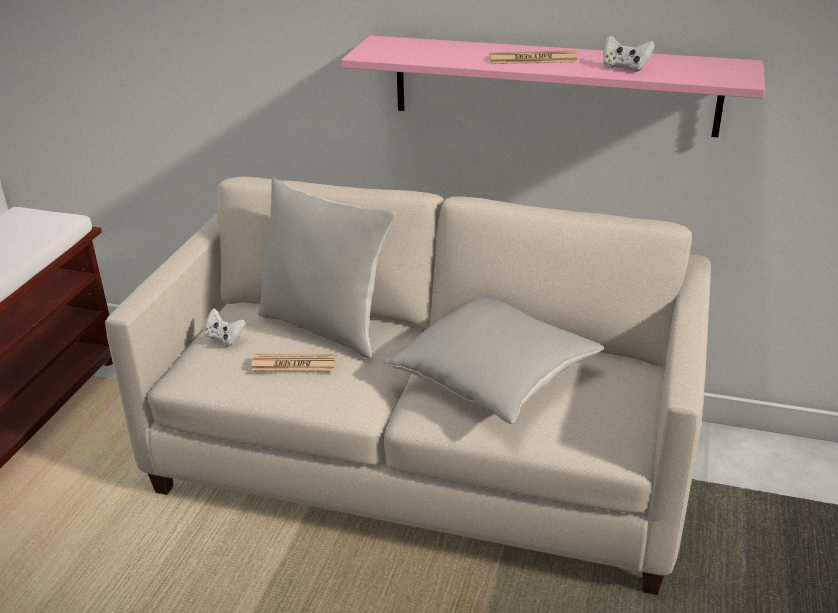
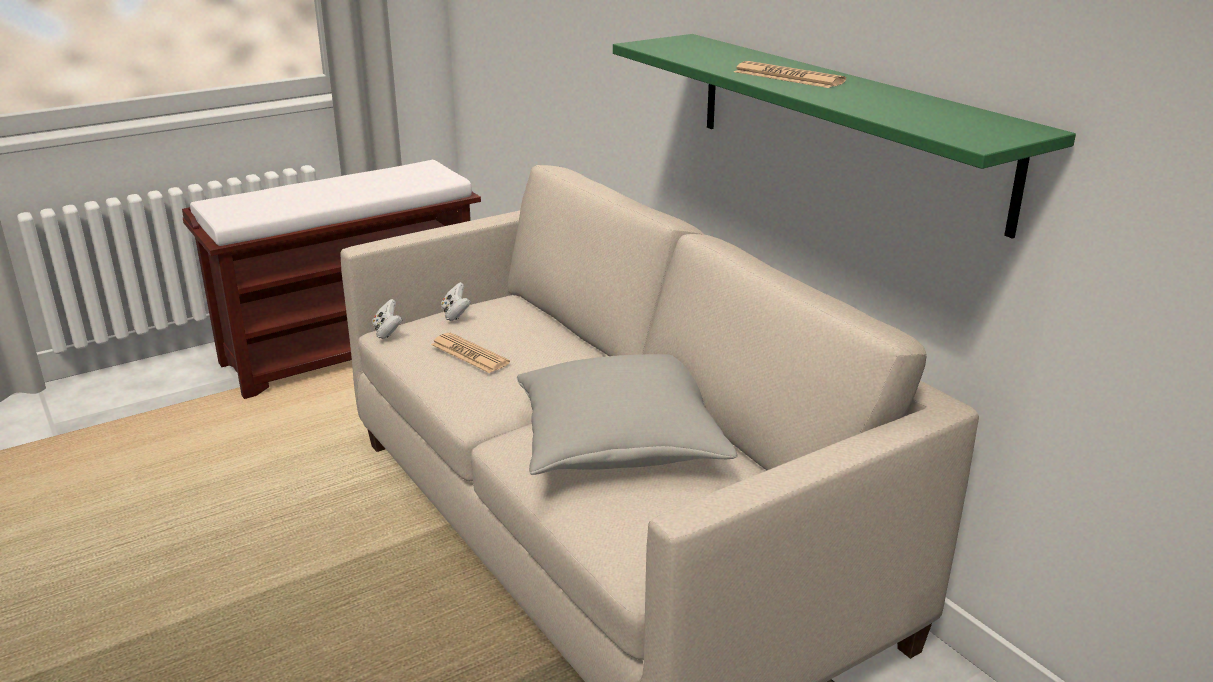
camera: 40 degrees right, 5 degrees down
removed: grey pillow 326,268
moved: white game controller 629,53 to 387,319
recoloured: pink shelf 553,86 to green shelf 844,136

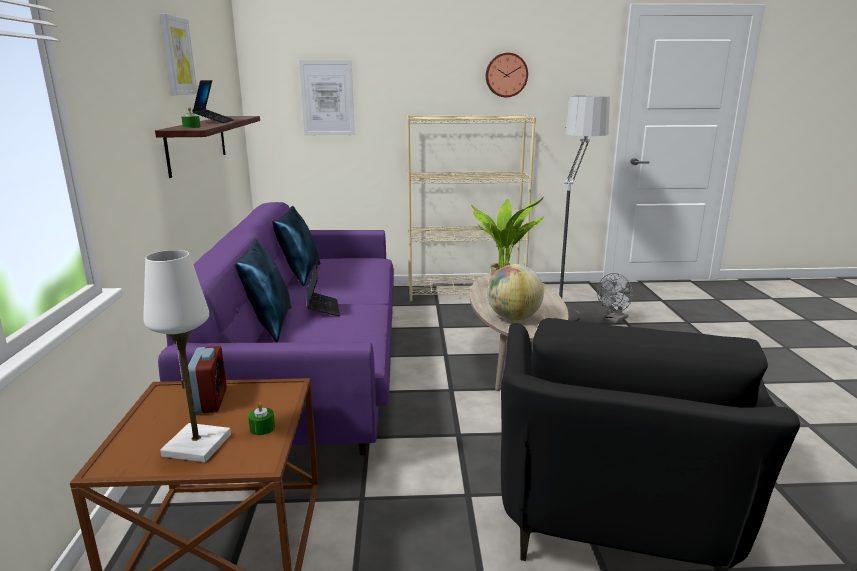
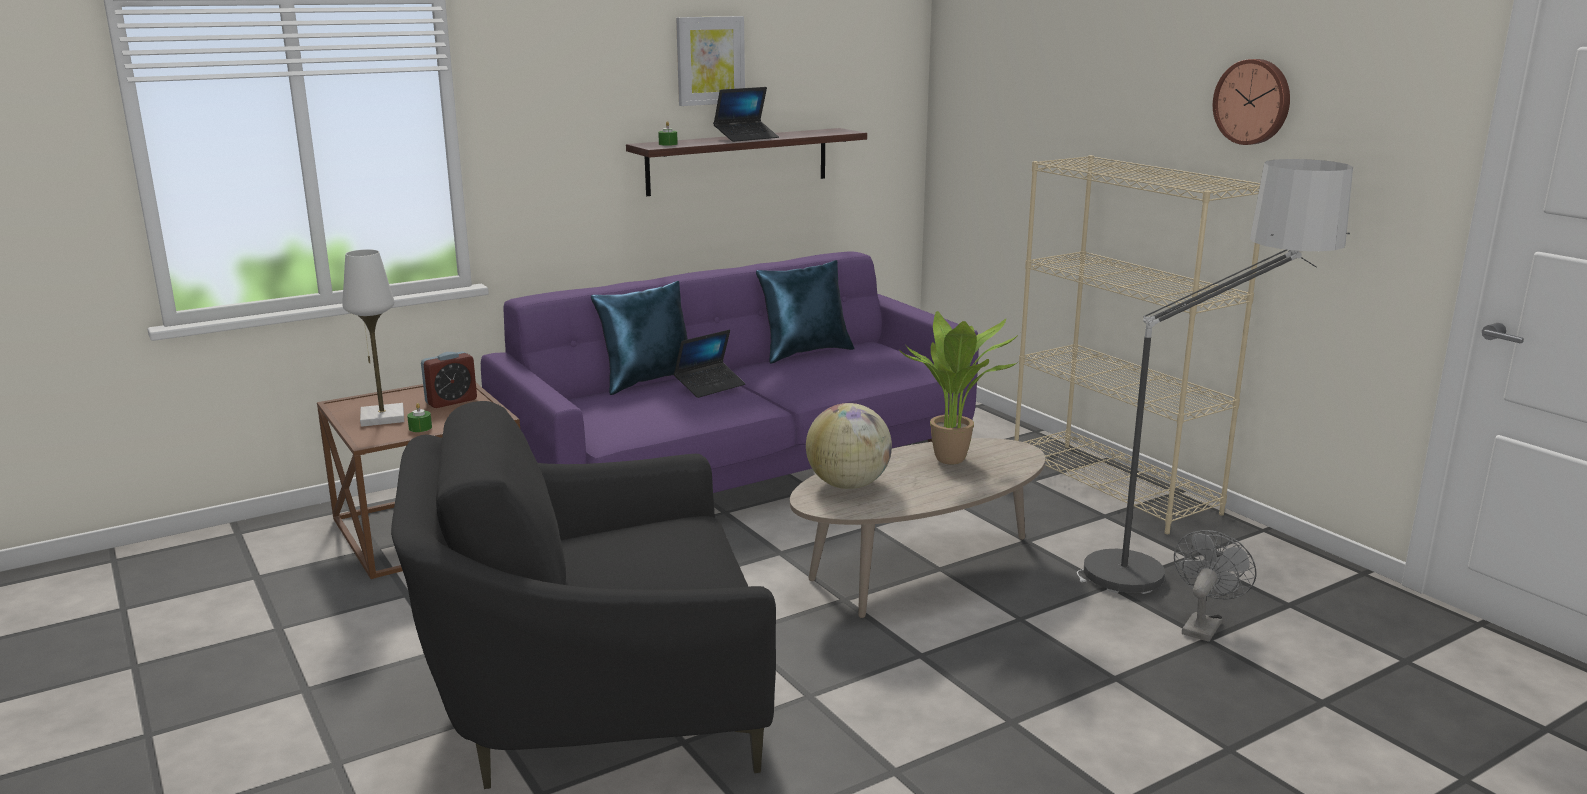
camera: 60 degrees right, 0 degrees up
removed: picture 327,97
turned: grey fan 615,298 = 1215,586 105 degrees clockwise

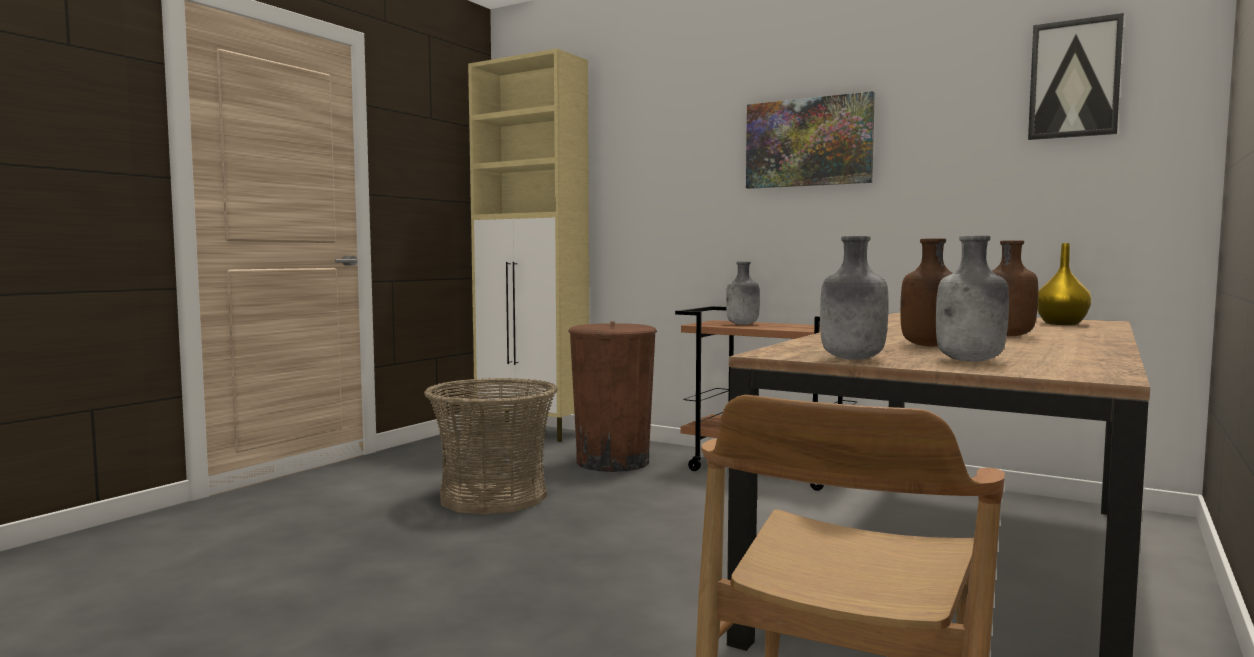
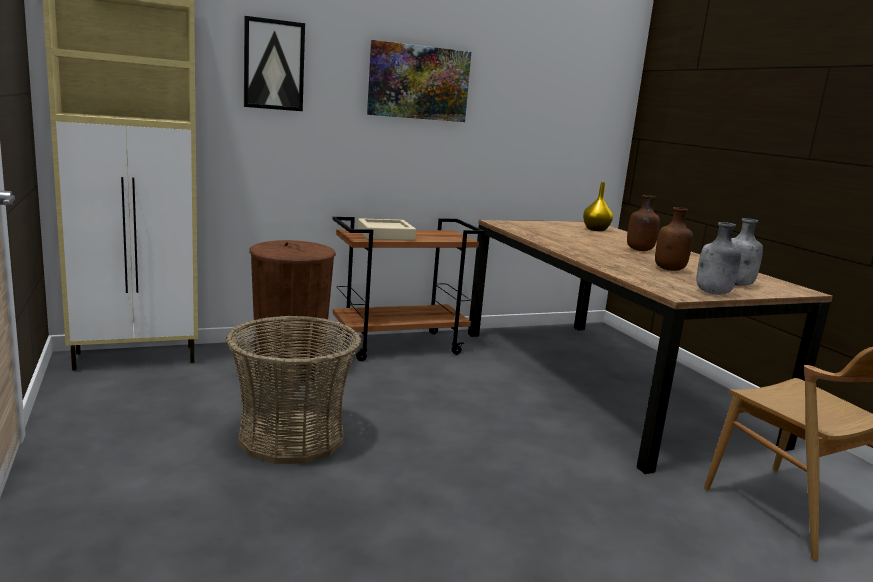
camera: 55 degrees left, 10 degrees up
moved: picture 1076,76 to 274,63
replaced: grey bottle 743,293 to beige tray 387,229

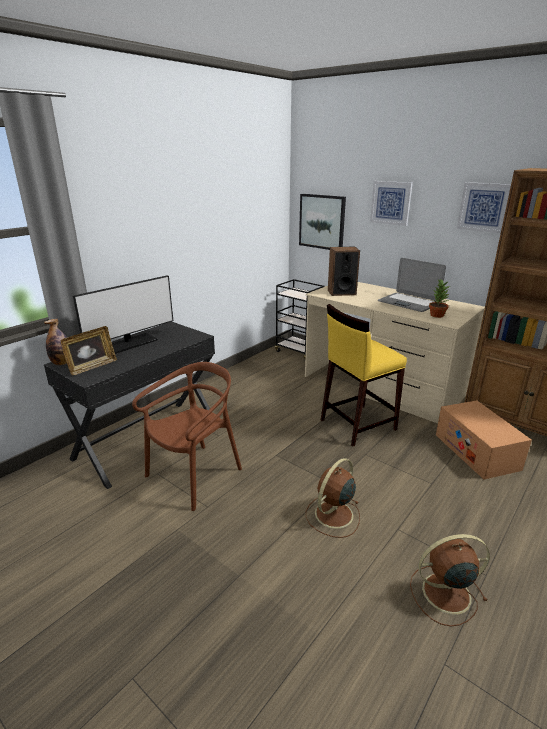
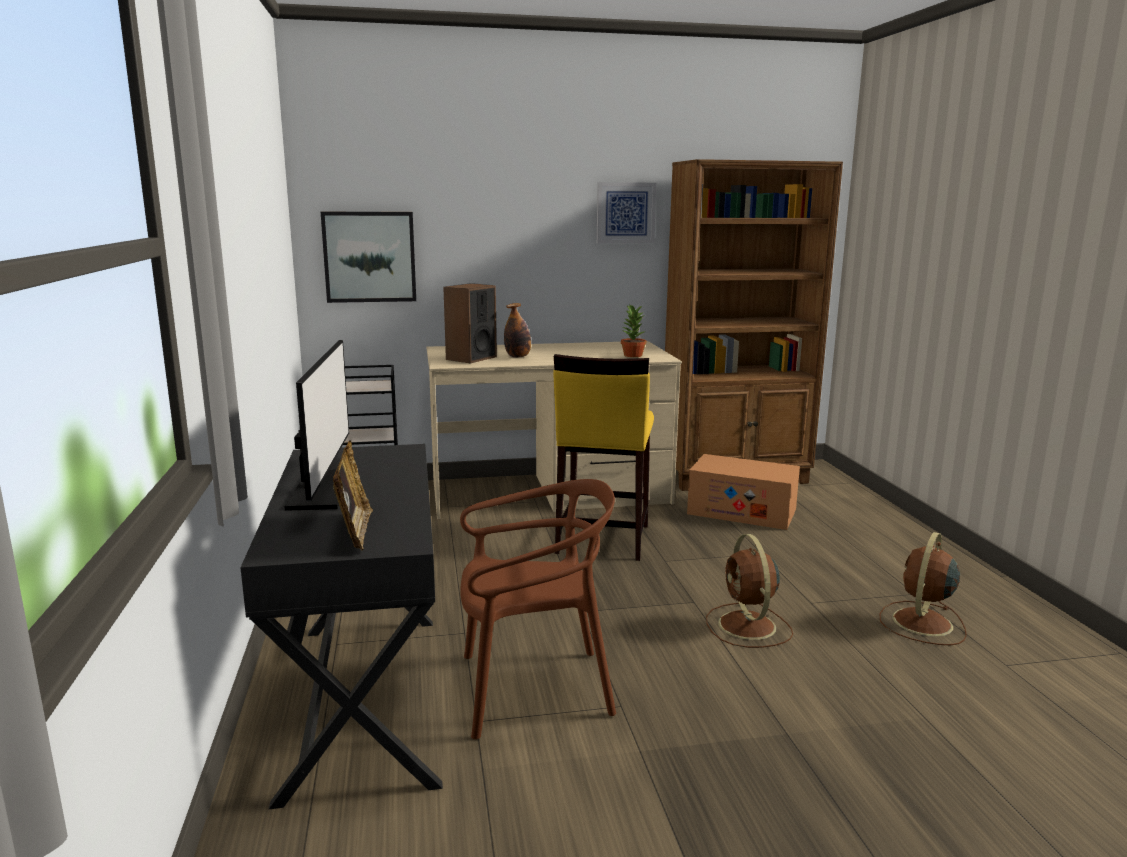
camera: 50 degrees left, 10 degrees down
removed: picture 391,203; laptop 412,285
moved: bottle 55,342 to 517,330
turned: brown chair 187,436 = 538,609 90 degrees clockwise

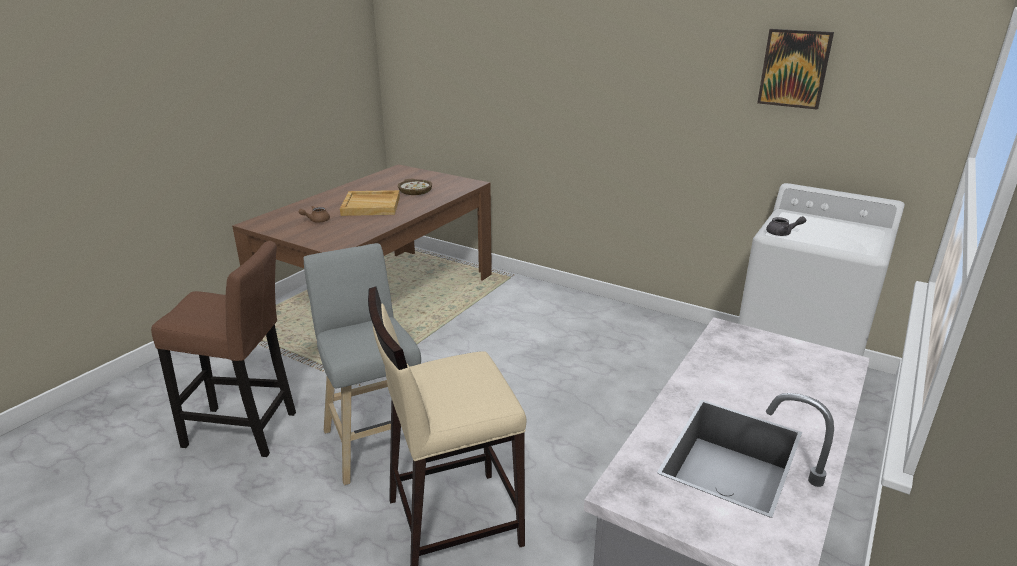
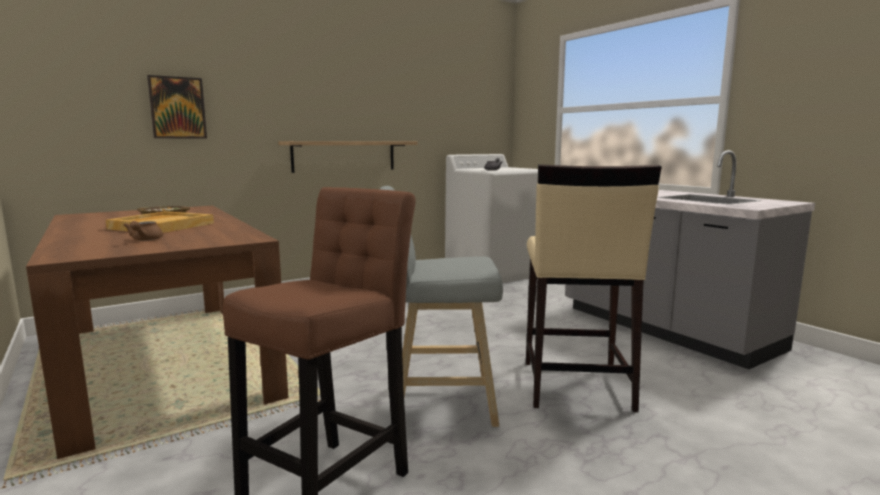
camera: 65 degrees left, 15 degrees down
added: shelf 348,157
moved: picture 795,69 to 177,107

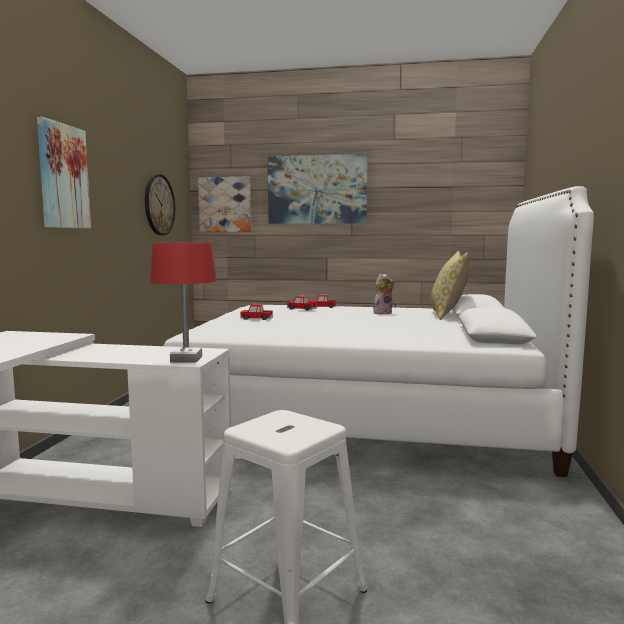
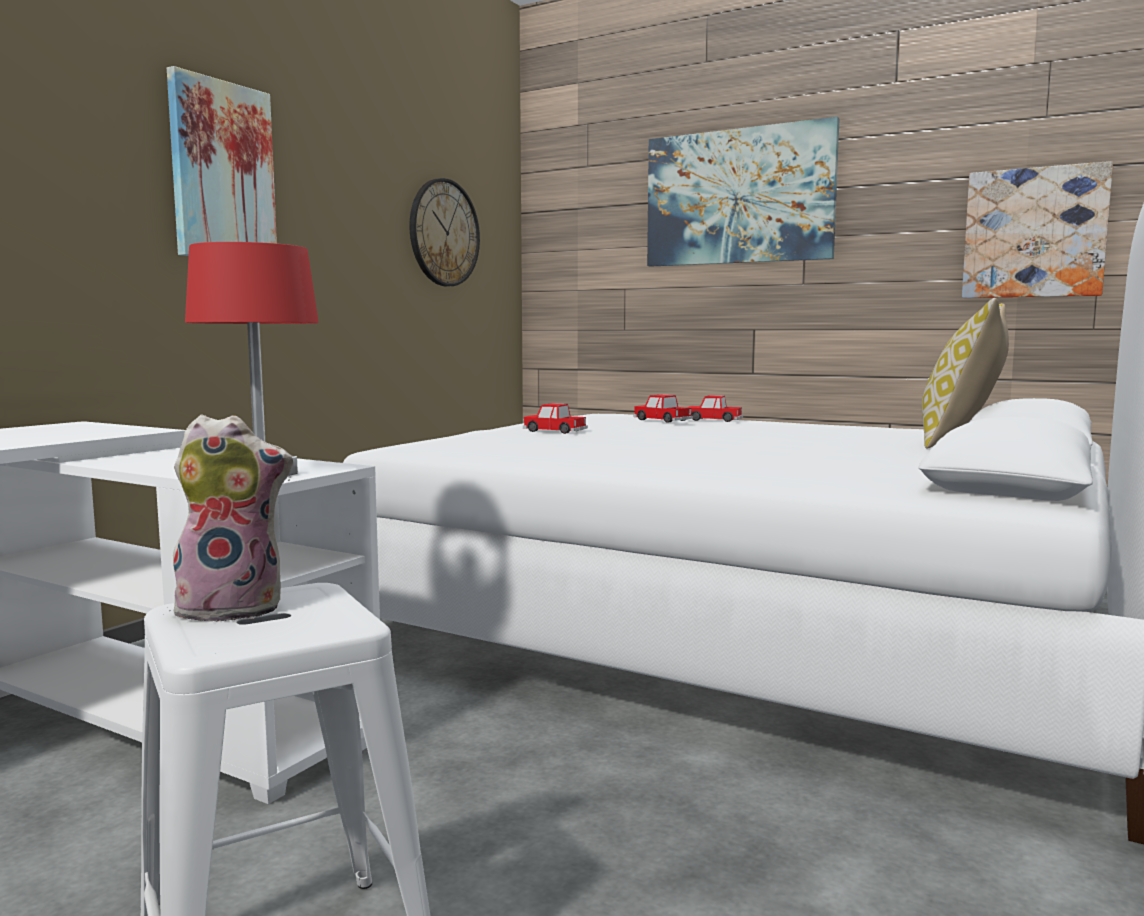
camera: 20 degrees right, 0 degrees up
moved: plush toy 383,294 to 231,519; picture 224,204 to 1037,229

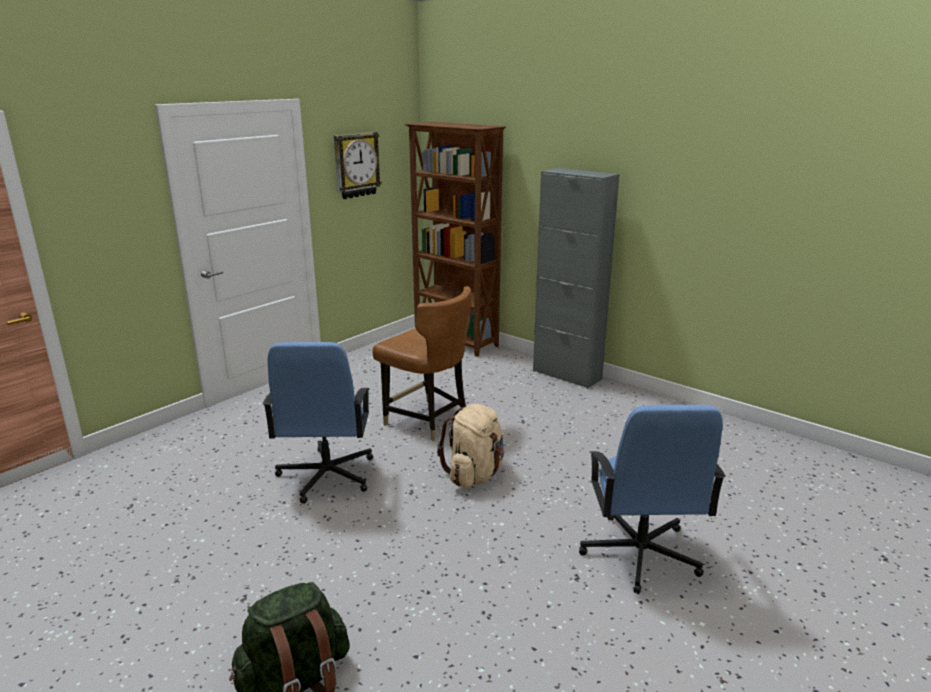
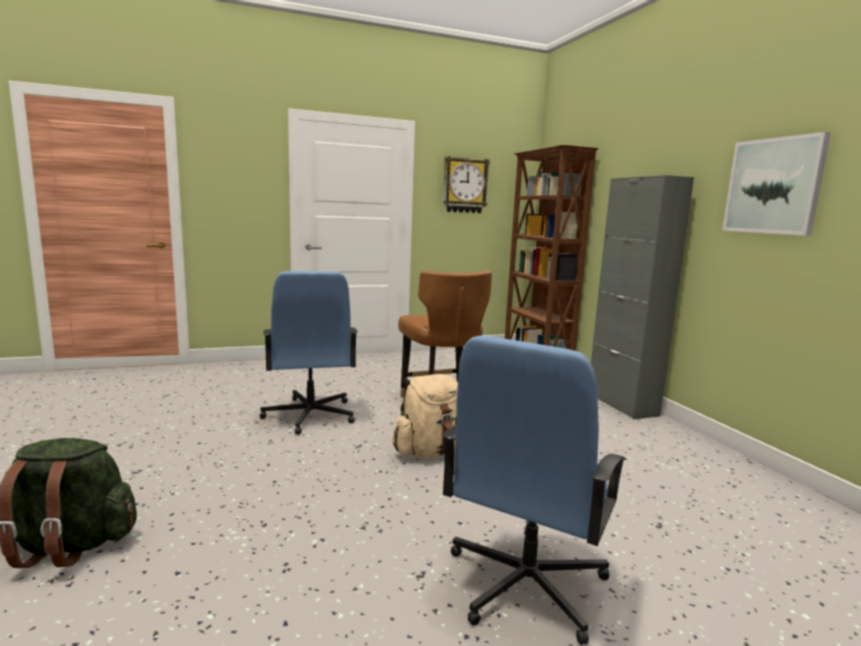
camera: 30 degrees right, 10 degrees down
added: picture 776,184
turned: blue office chair 317,423 = 309,353 45 degrees counterclockwise

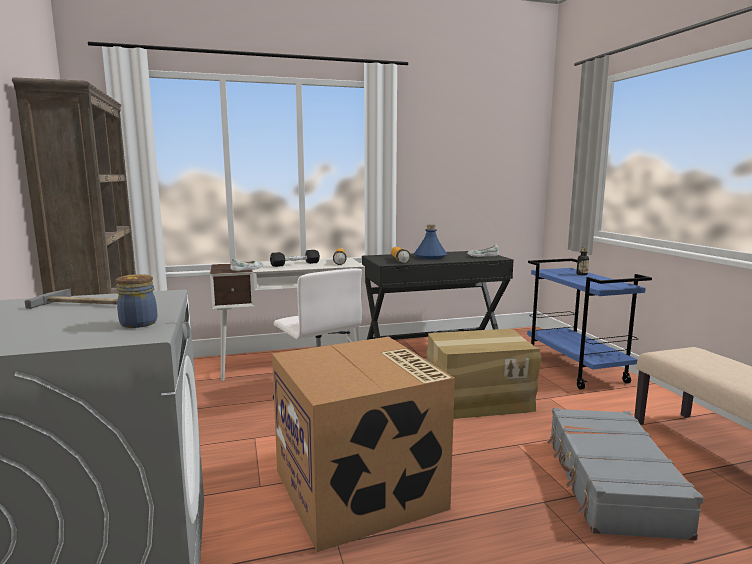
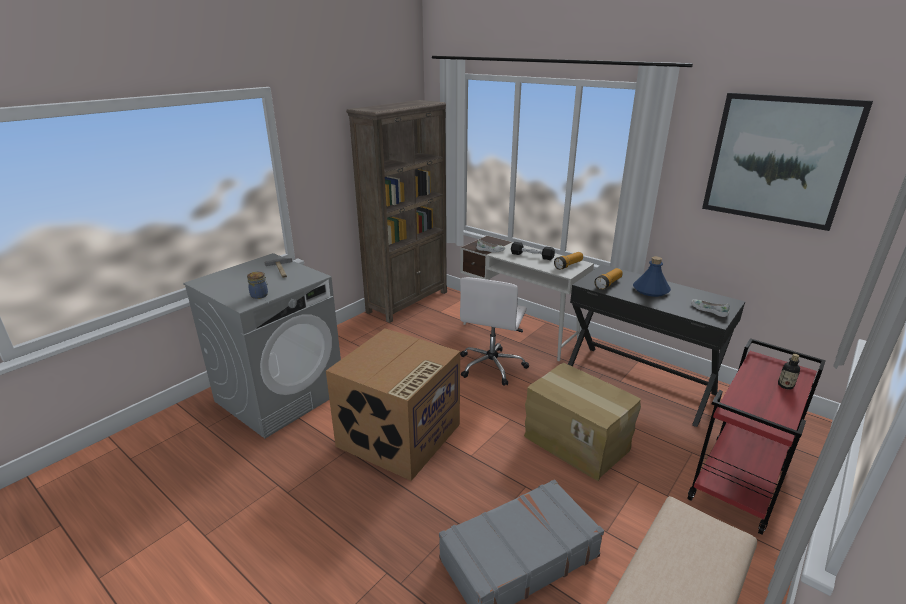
camera: 55 degrees right, 15 degrees up
added: picture 787,162
recoloured: blue cart 589,324 to red cart 756,436

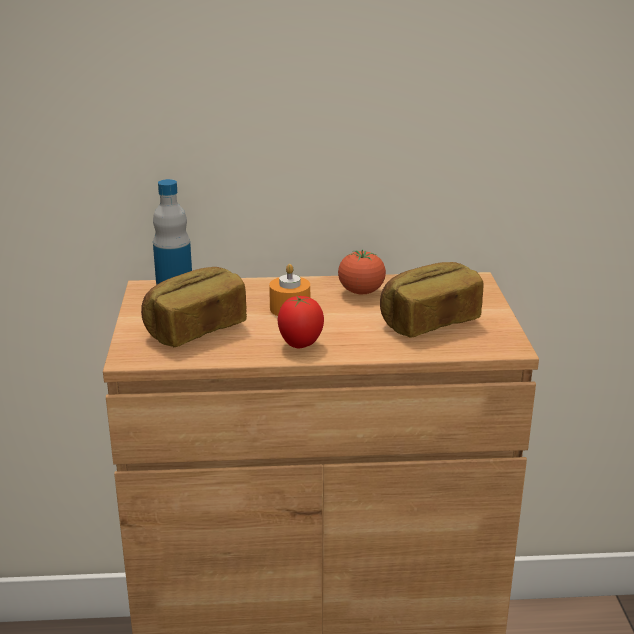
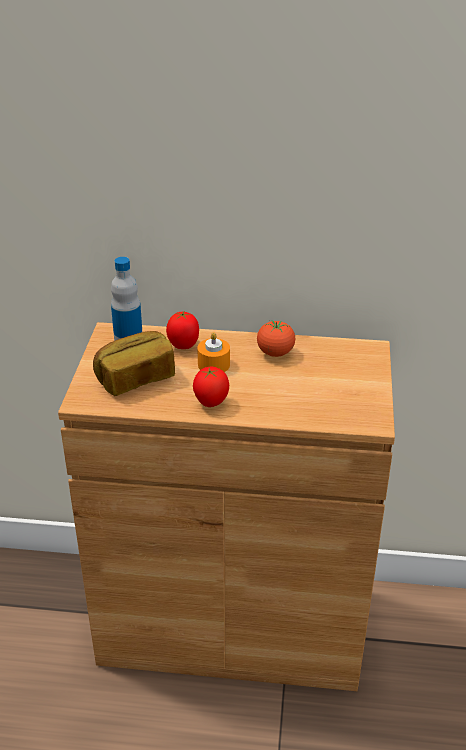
camera: 10 degrees right, 10 degrees up
removed: bread 432,300
added: tomato 182,329

